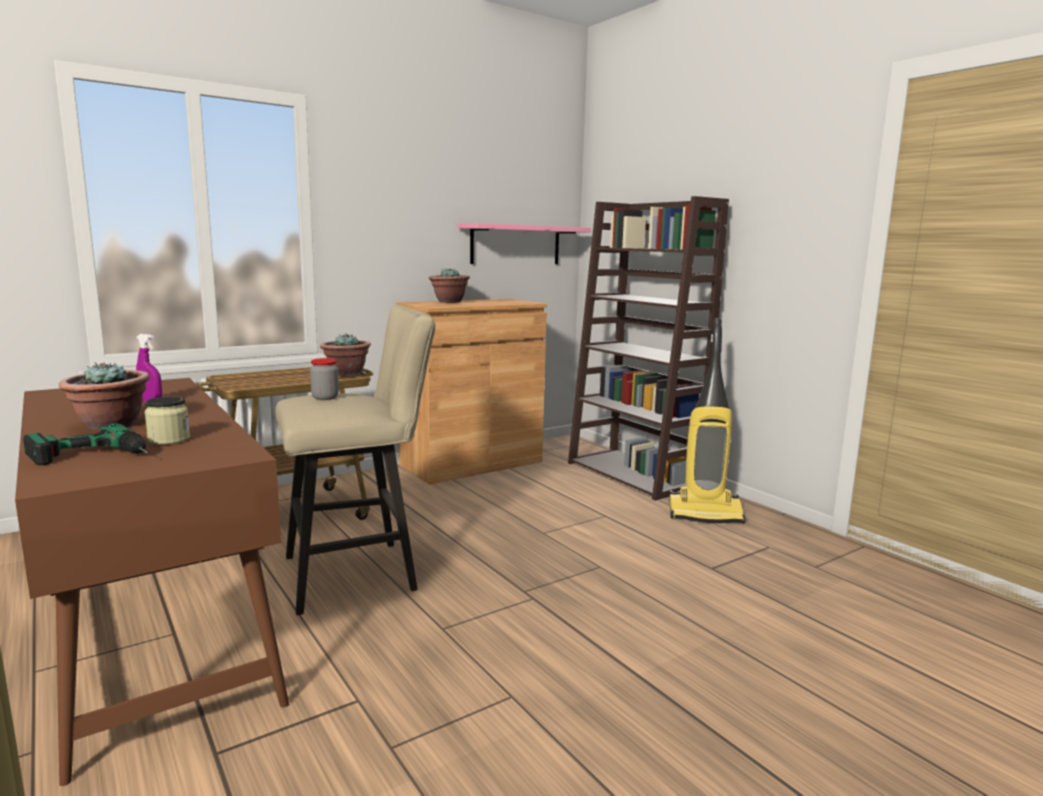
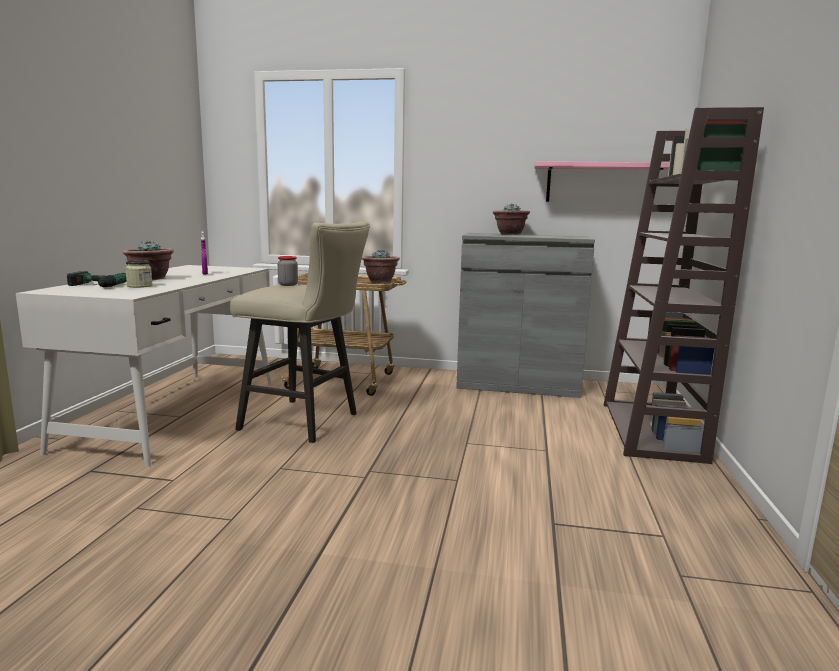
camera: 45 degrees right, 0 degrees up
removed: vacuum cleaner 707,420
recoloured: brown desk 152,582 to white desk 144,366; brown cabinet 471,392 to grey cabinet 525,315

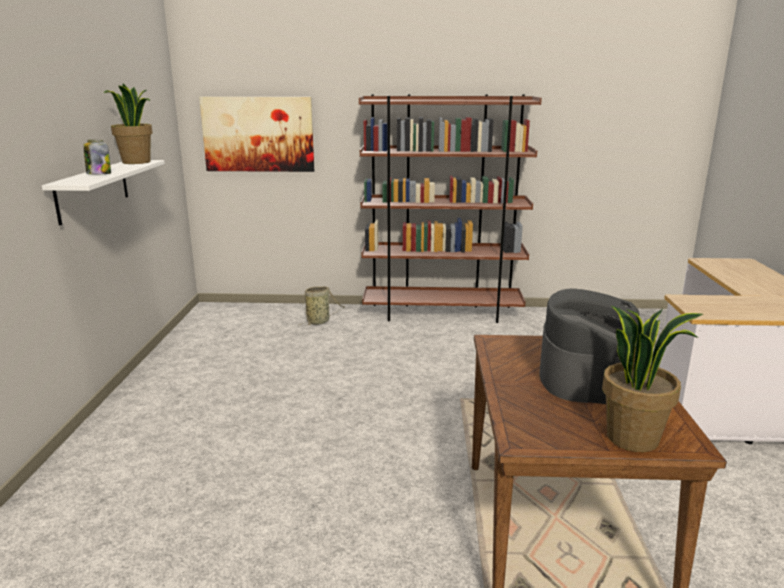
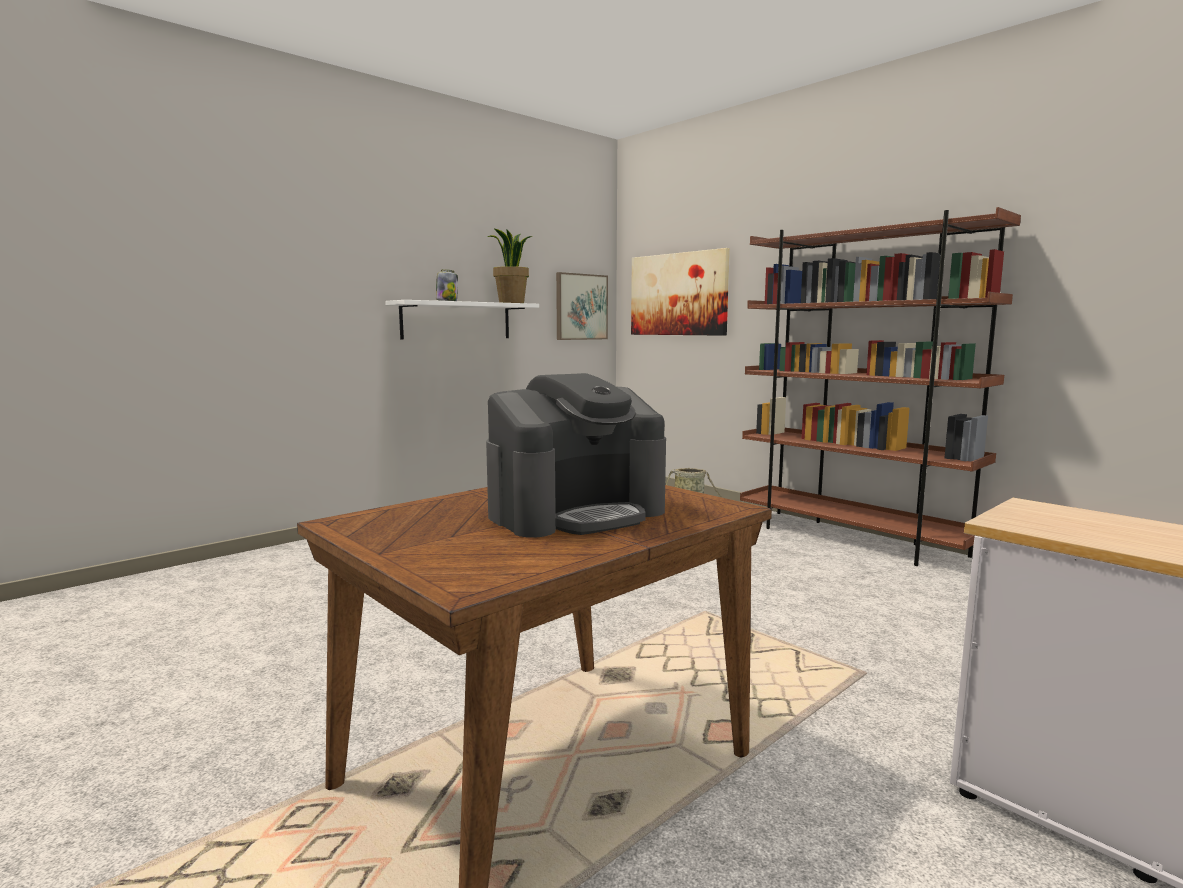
camera: 45 degrees right, 10 degrees down
removed: potted plant 652,379
added: picture 582,306

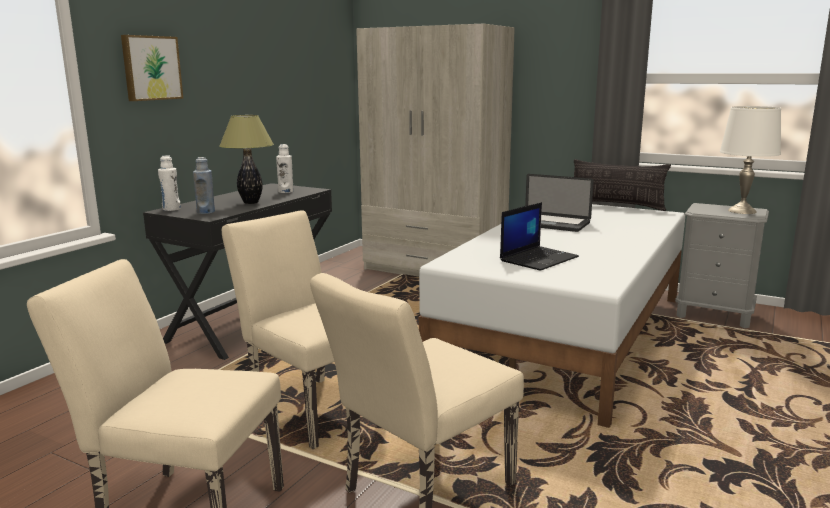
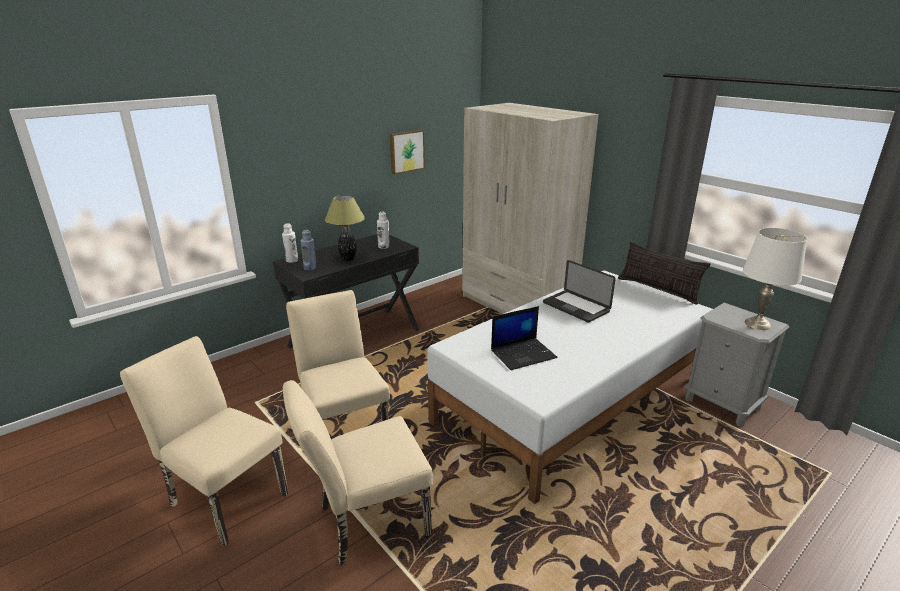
camera: 20 degrees right, 10 degrees up
moved: picture 152,68 to 407,152

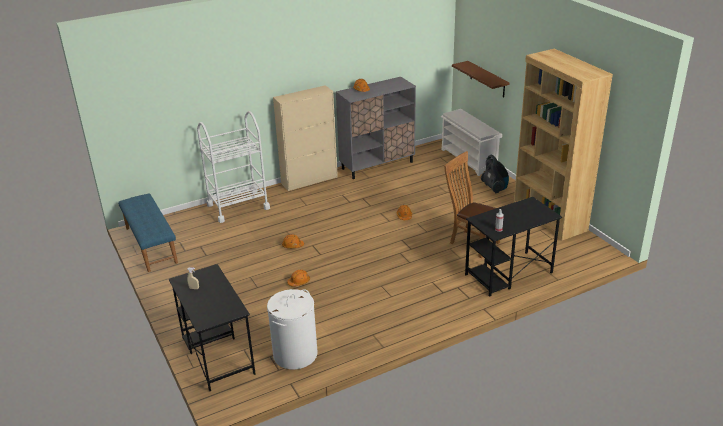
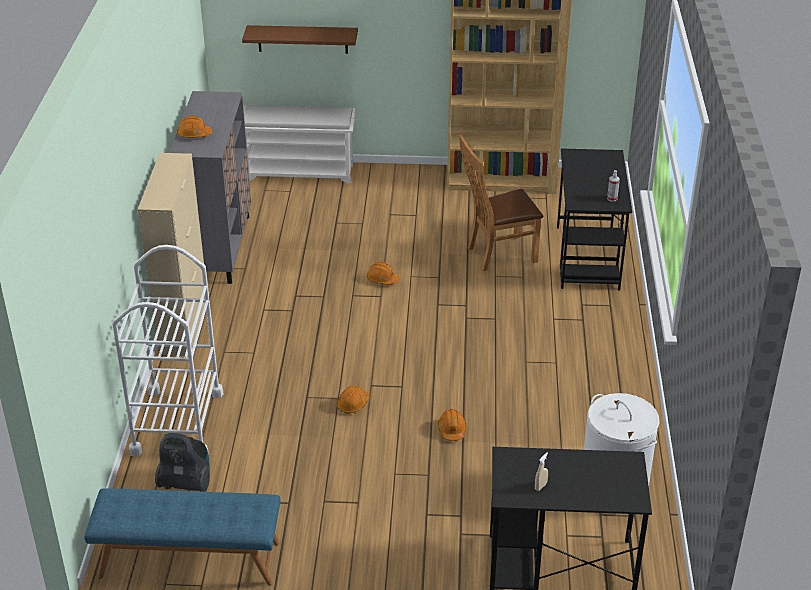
camera: 60 degrees left, 5 degrees up
moved: vacuum cleaner 495,174 to 182,462

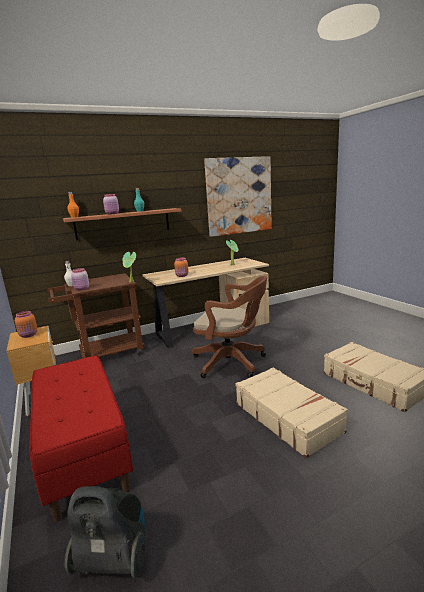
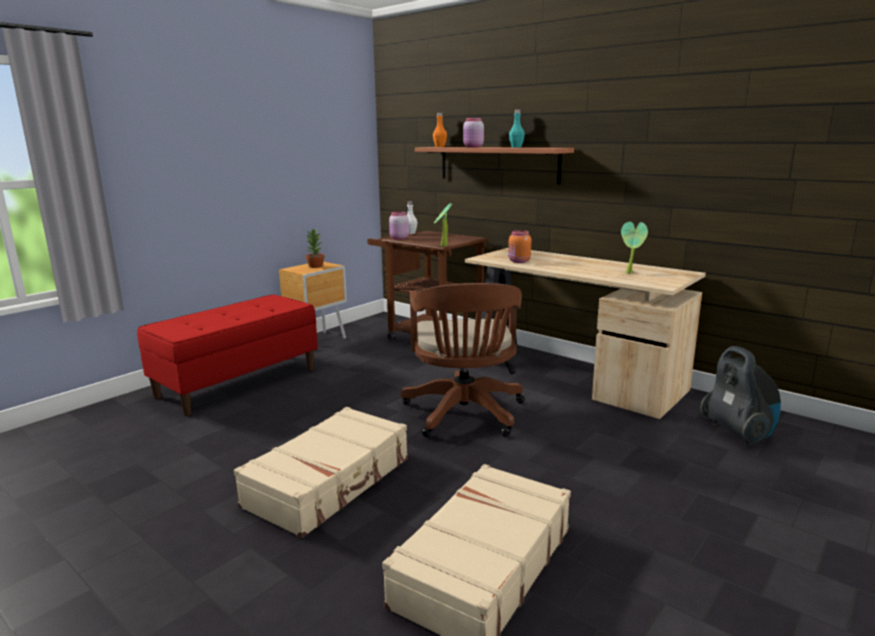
camera: 65 degrees right, 0 degrees up
removed: picture 238,196
moved: vacuum cleaner 105,532 to 740,396
replaced: orange jar 26,324 to potted plant 315,248

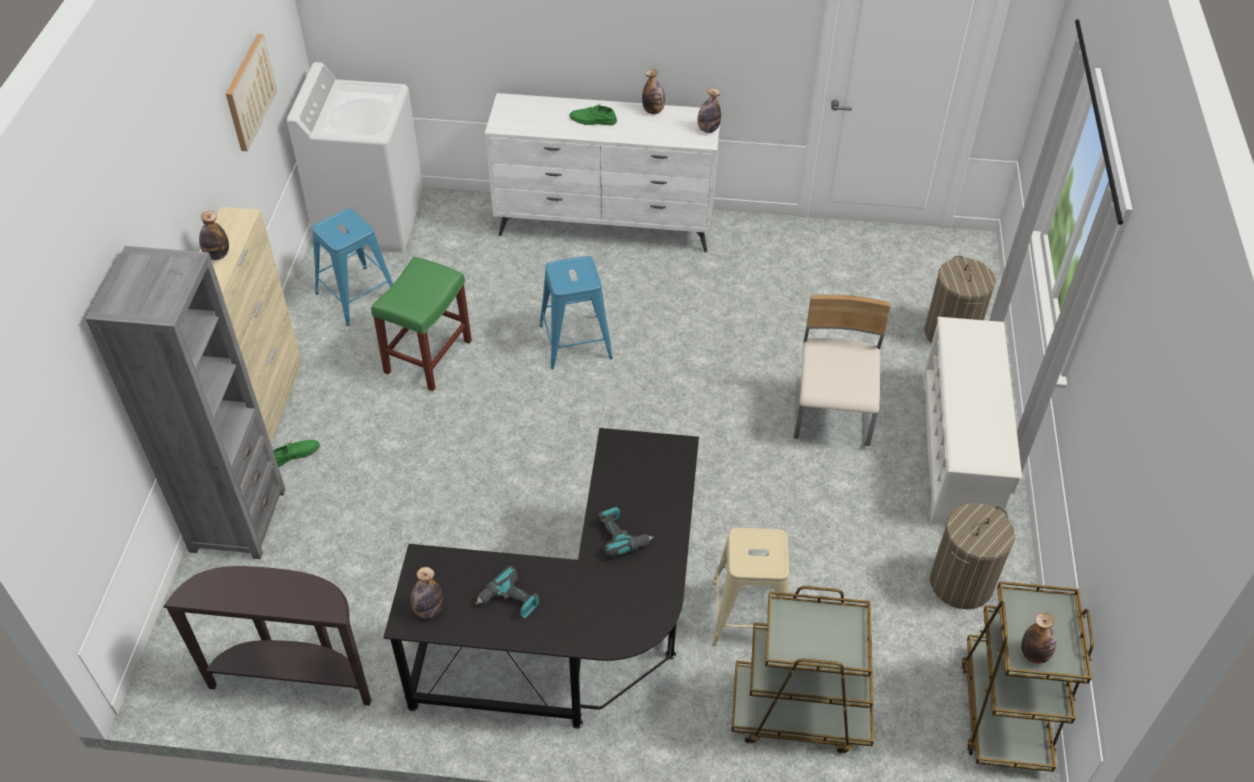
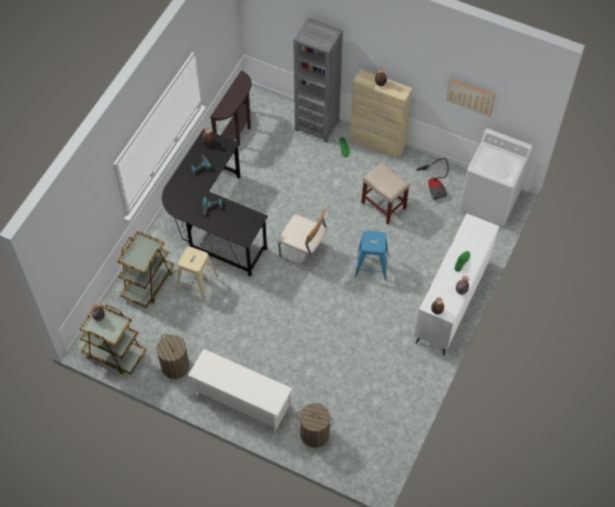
camera: 110 degrees right, 10 degrees up
moved: beige chair 842,370 to 304,241
replaced: blue stool 352,267 to vacuum cleaner 432,179
recoloured: green stool 421,324 to beige stool 385,193

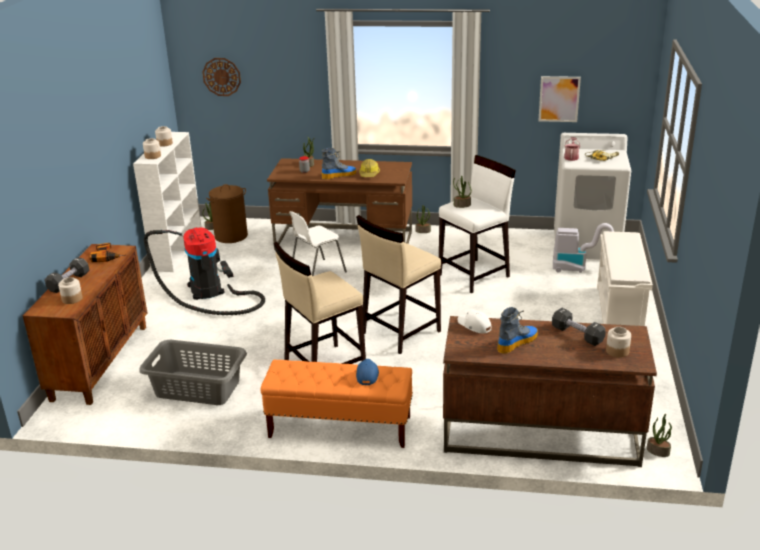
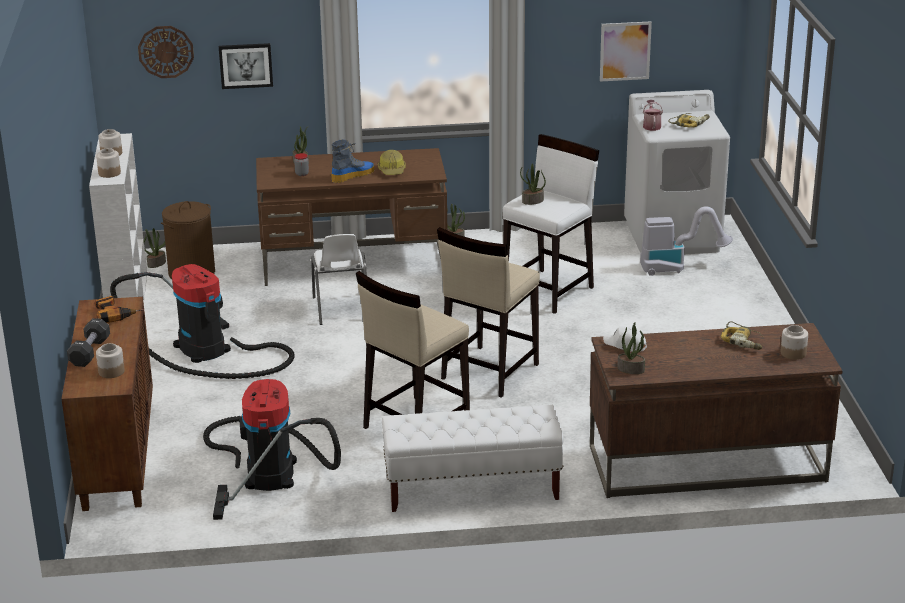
camera: 15 degrees left, 0 degrees up
removed: blue cap 367,372; boot 517,330; white shoe rack 625,278
added: picture 246,66
moved: potted plant 659,435 to 631,348
replaced: grey laundry basket 193,372 to vacuum cleaner 272,449; black dumbbell 579,327 to power drill 742,335
recoloured: orange bench 337,403 to white bench 473,458
turned: white chair 318,243 = 339,279 45 degrees counterclockwise

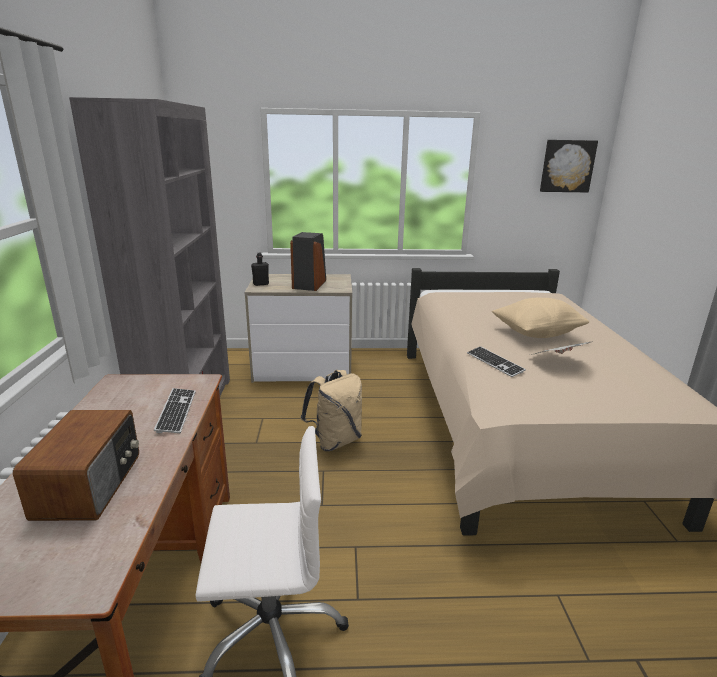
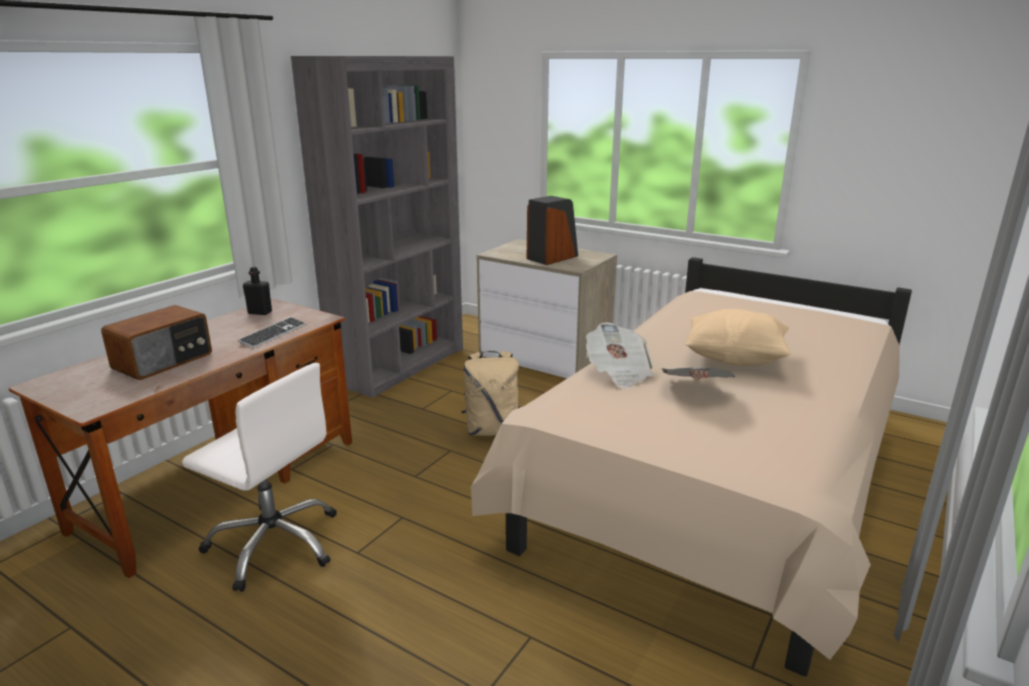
camera: 35 degrees right, 0 degrees up
removed: picture 569,166
moved: black bottle 260,269 to 257,291
replaced: keyboard 496,361 to newspaper 620,356

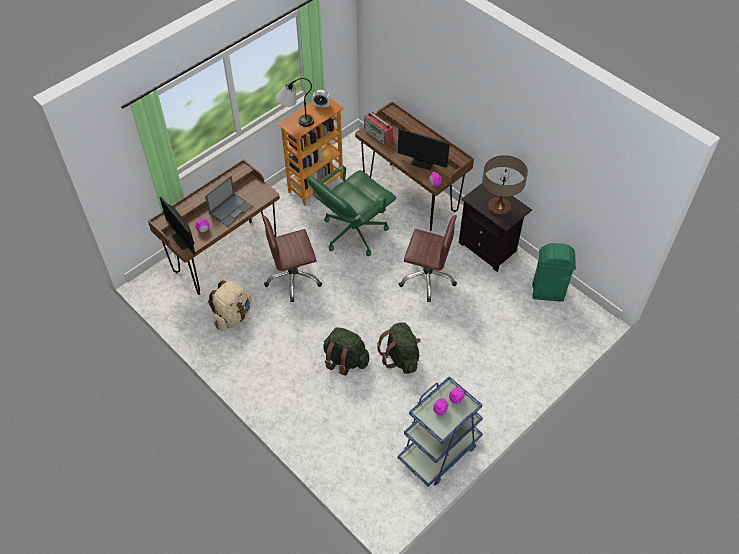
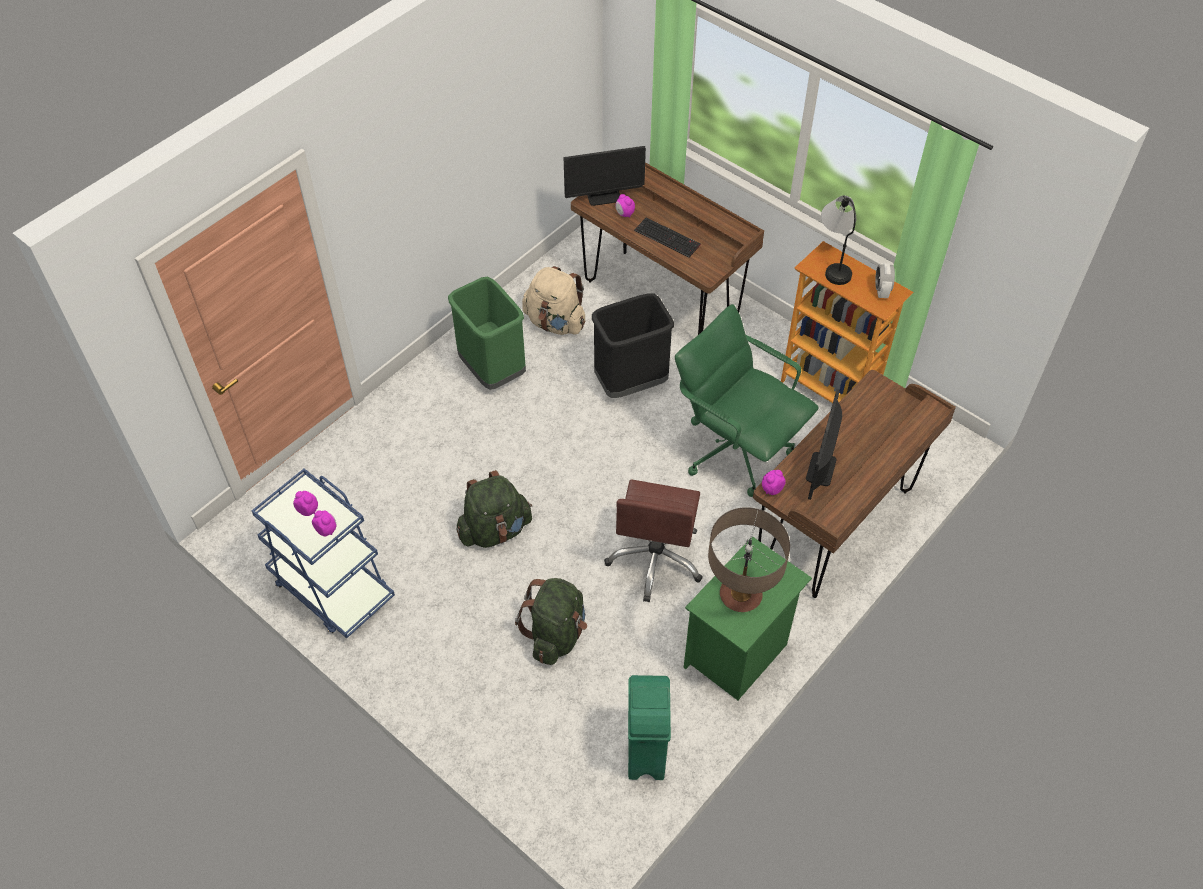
camera: 85 degrees right, 0 degrees up
removed: radio 378,128
added: green trash can 487,333
moved: green backpack 346,351 to 551,621
replaced: brown office chair 292,259 to black trash can 633,345; laptop 229,201 to keyboard 667,237
recoloured: black nightstand 495,227 to green nightstand 748,618
turned: monitor 177,225 = 605,176 150 degrees counterclockwise

